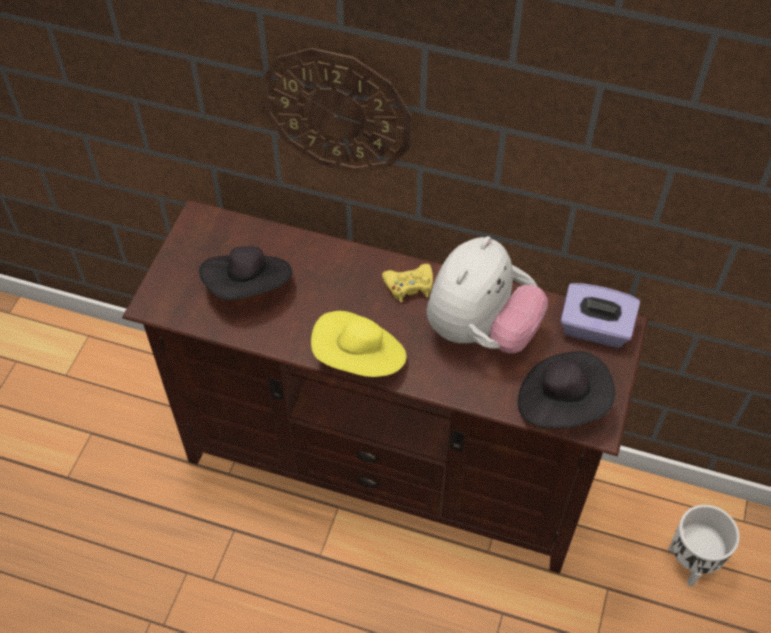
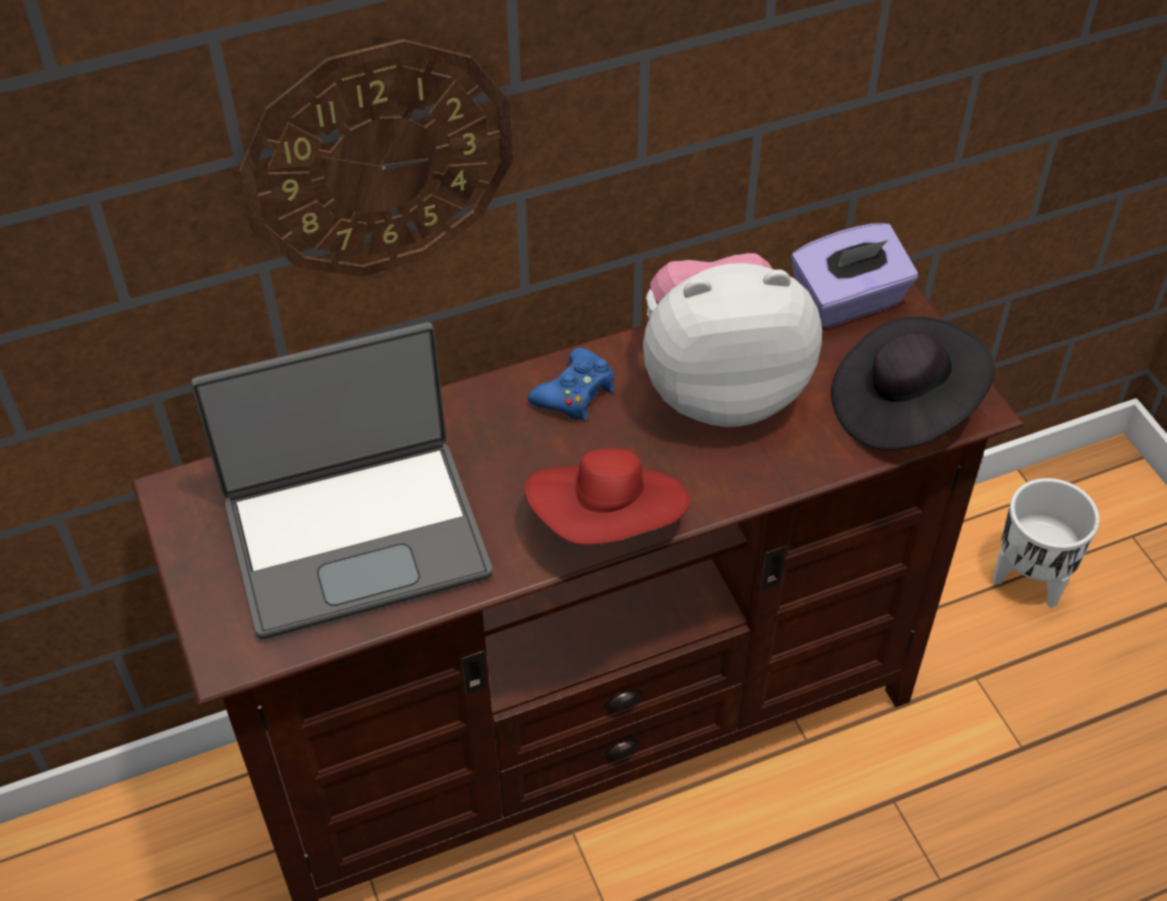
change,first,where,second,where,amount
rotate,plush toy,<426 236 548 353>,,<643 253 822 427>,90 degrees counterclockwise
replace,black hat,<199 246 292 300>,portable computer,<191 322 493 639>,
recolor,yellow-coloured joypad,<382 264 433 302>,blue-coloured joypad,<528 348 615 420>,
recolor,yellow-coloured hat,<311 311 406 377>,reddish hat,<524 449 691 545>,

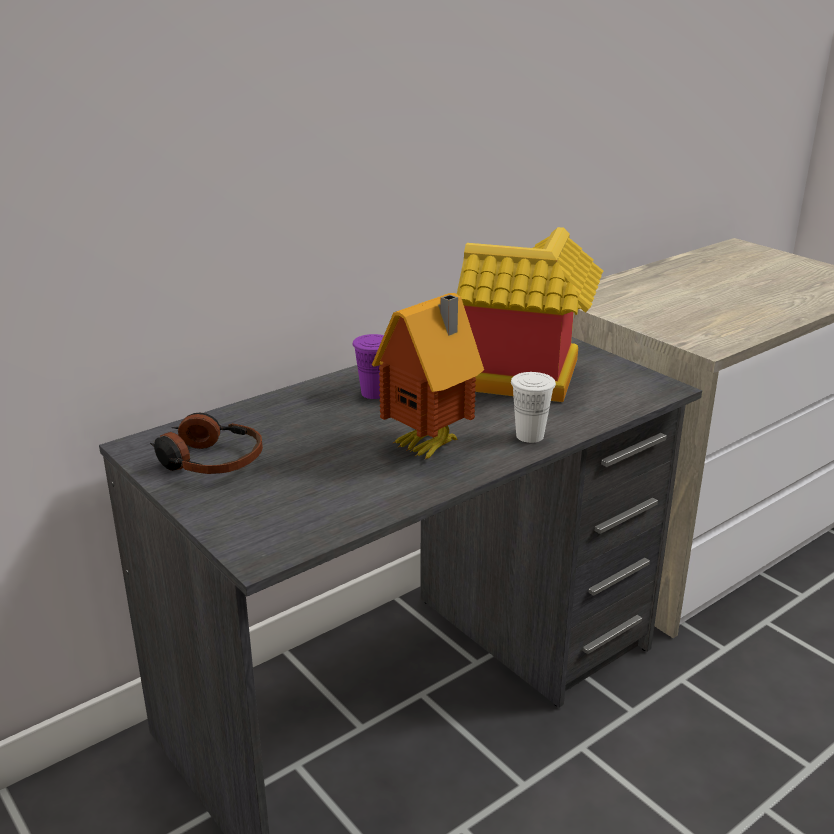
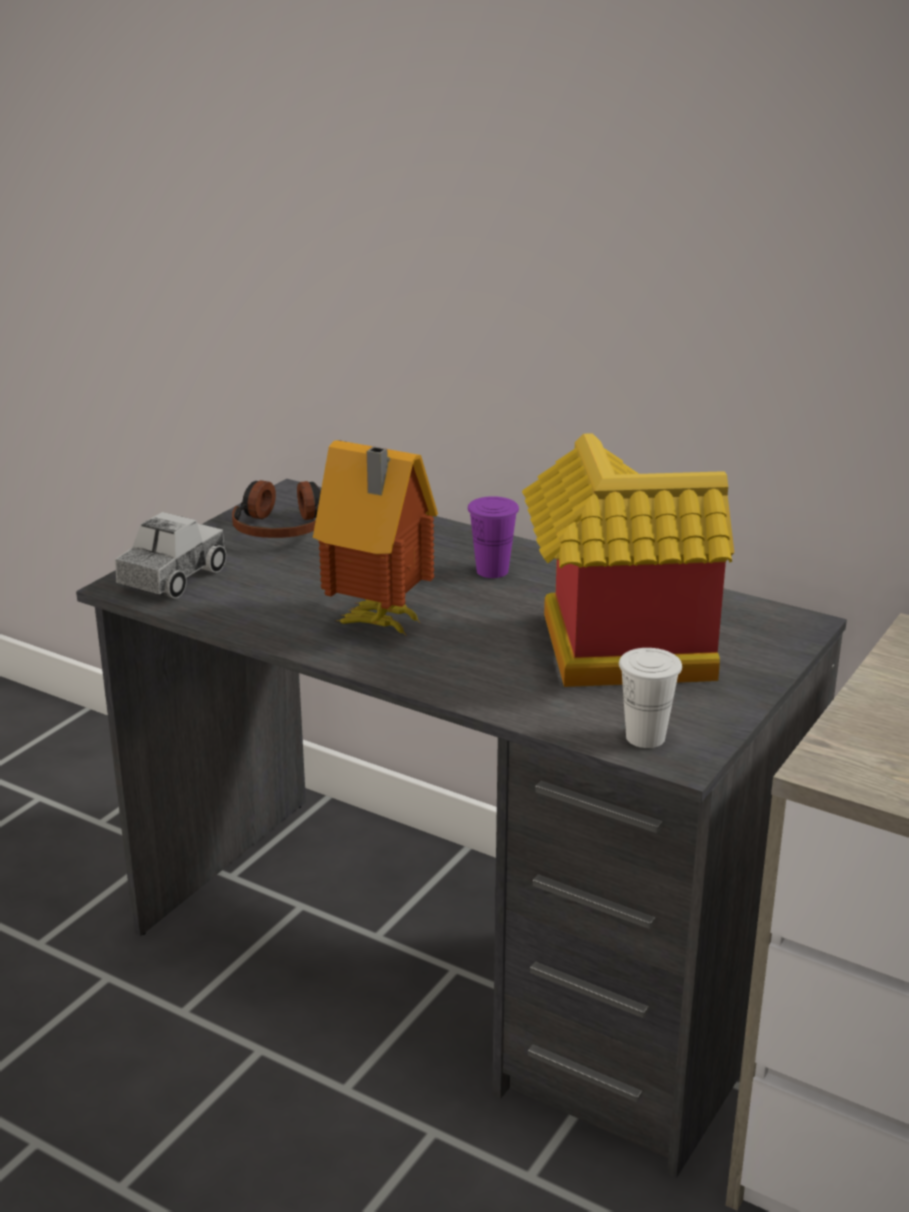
change,first,where,second,where,amount
move,whitish cup,<511 372 556 443>,,<619 648 682 748>,
insert,,,toy lorry,<115 512 226 598>,

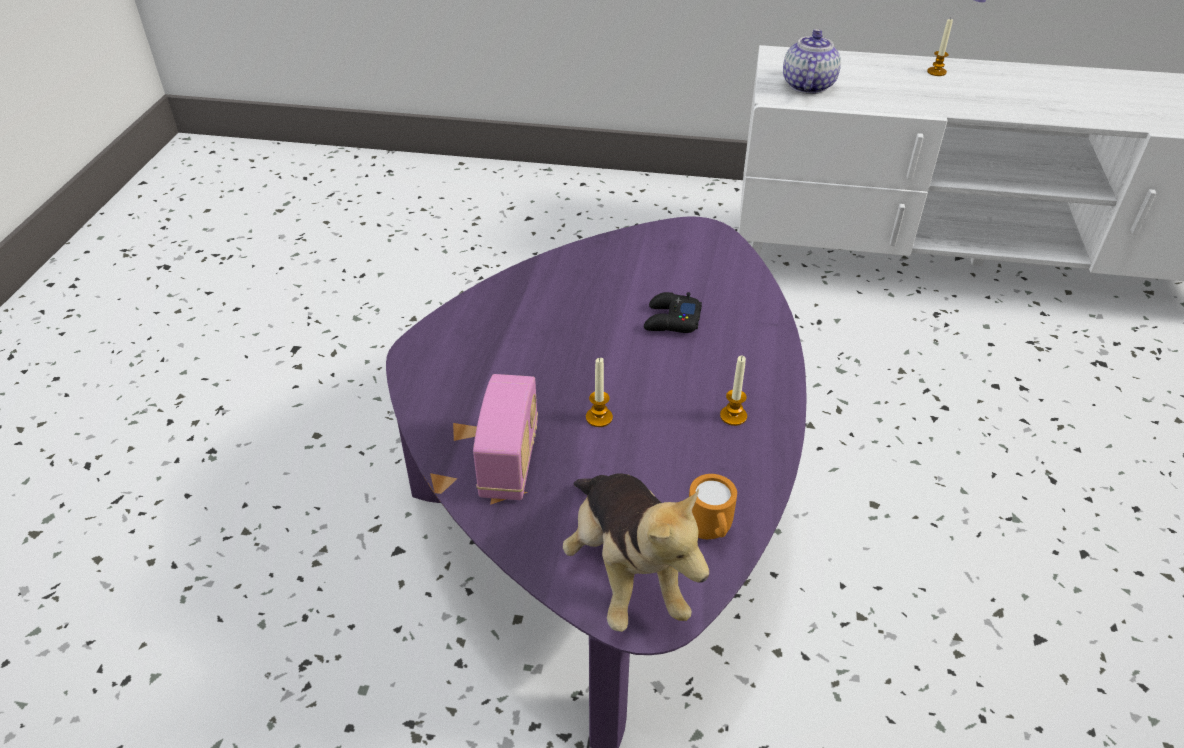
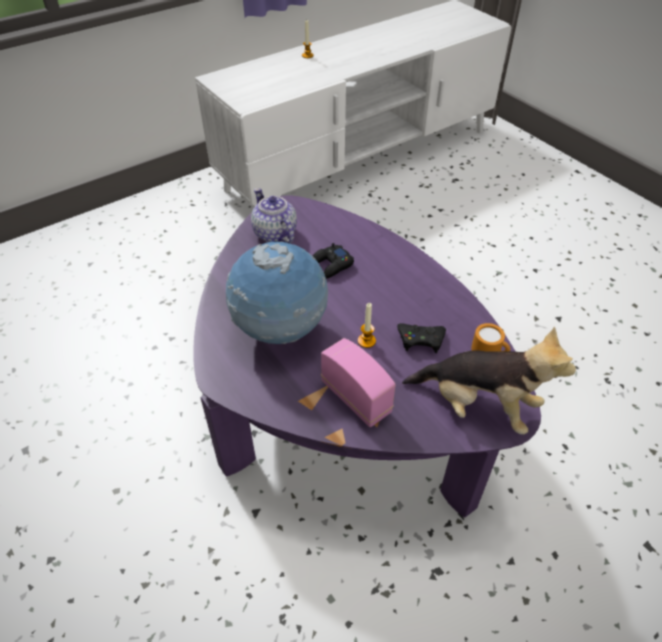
change,first,where,second,where,amount
move,teapot,<783 29 841 94>,,<251 188 297 243>,
delete,wax candle,<720 356 747 426>,,,
insert,,,desk globe,<226 242 328 344>,
insert,,,black joypad,<397 323 446 353>,

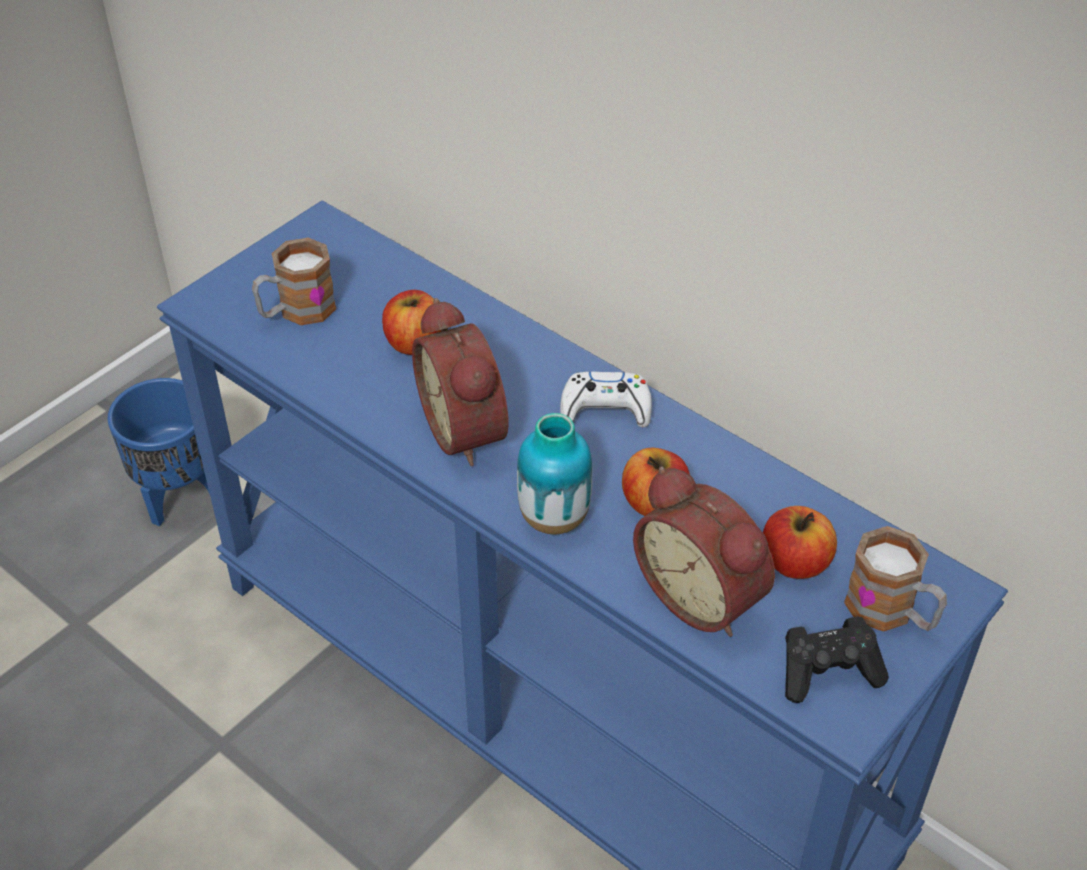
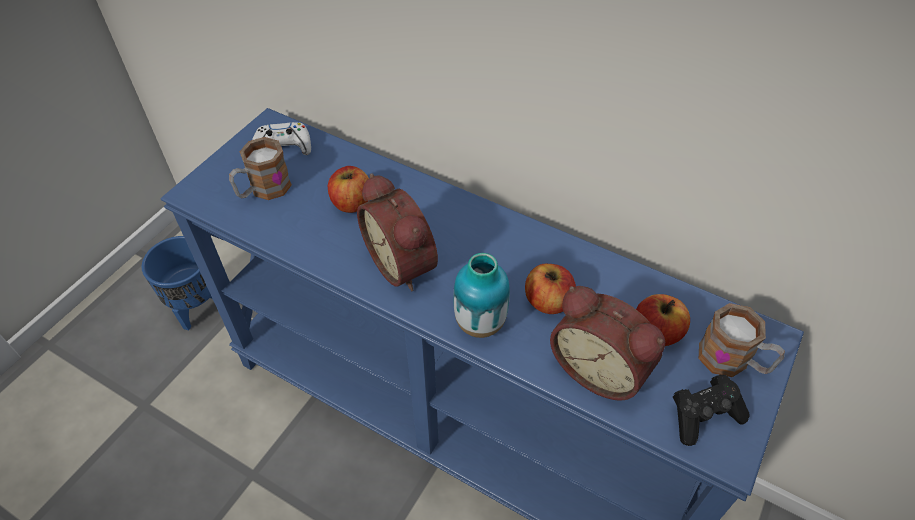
change,first,where,second,where,amount
move,whitish joypad,<560 371 652 428>,,<252 122 311 155>,

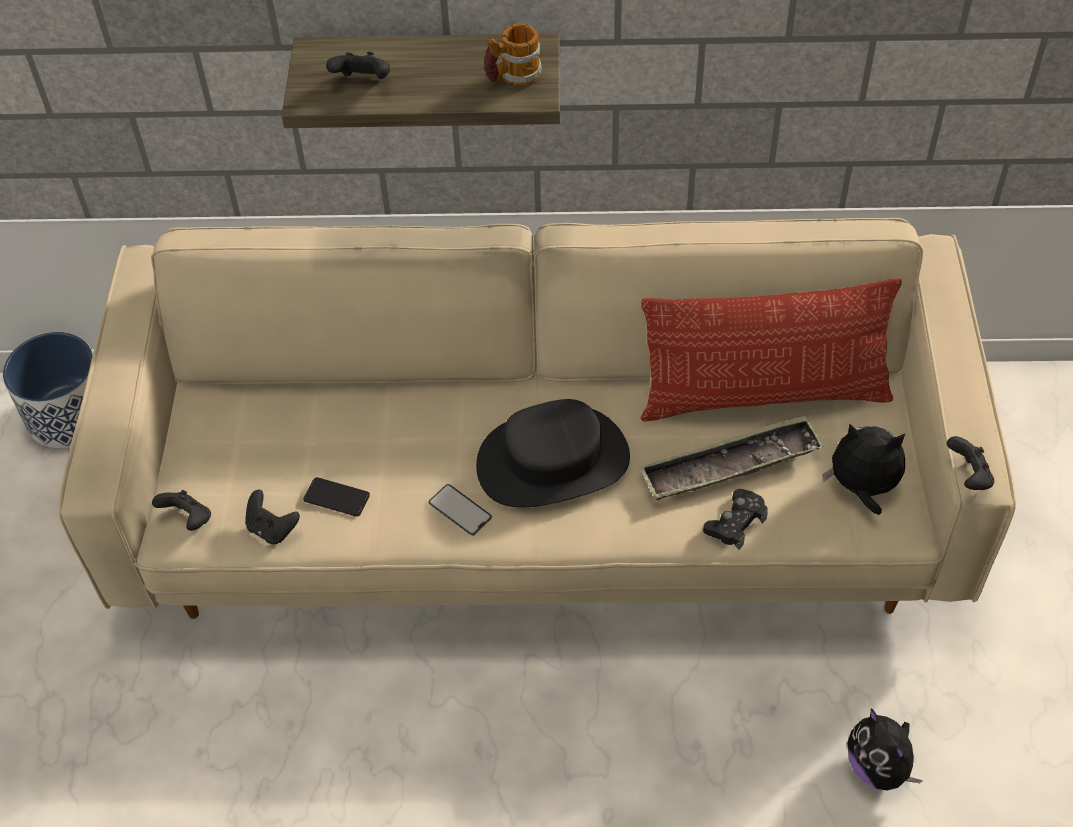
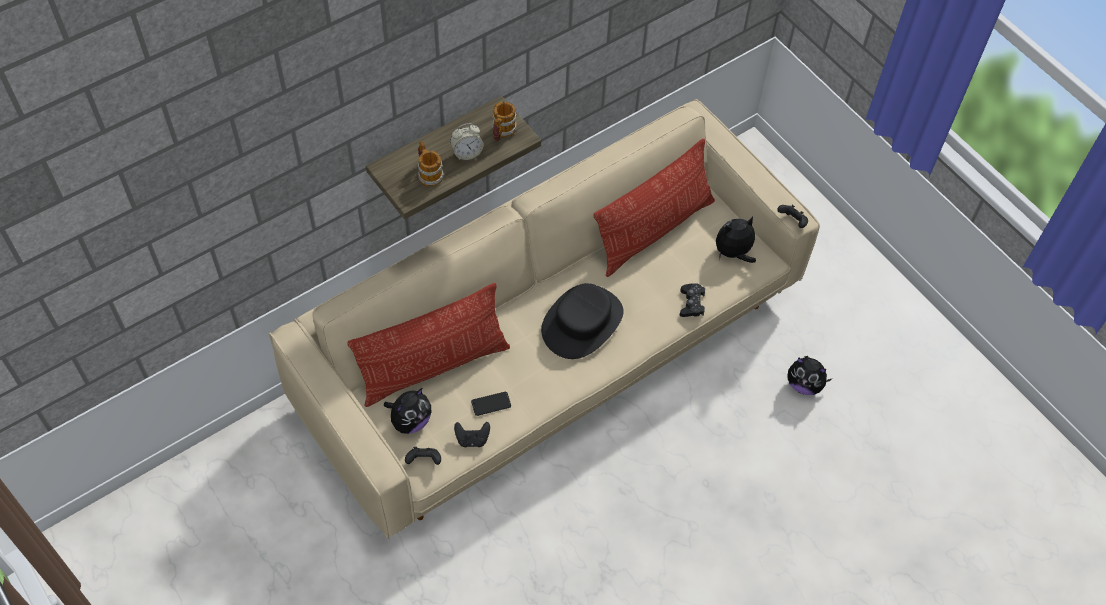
change,first,where,second,where,amount
replace,black joypad,<326 52 390 79>,mug,<417 141 444 187>,
delete,plant pot,<3 332 93 448>,,,
delete,tray,<639 415 824 500>,,,
delete,handset,<428 484 492 536>,,,
insert,,,bedside clock,<450 123 484 160>,
insert,,,throw pillow,<347 283 510 407>,
insert,,,plush toy,<384 388 431 434>,

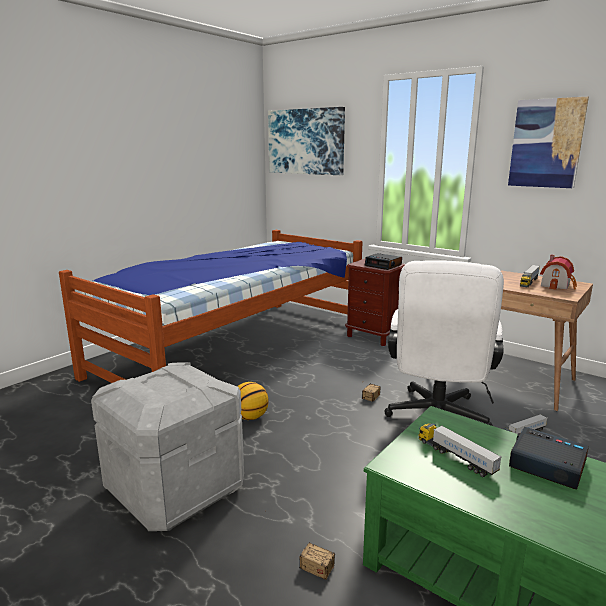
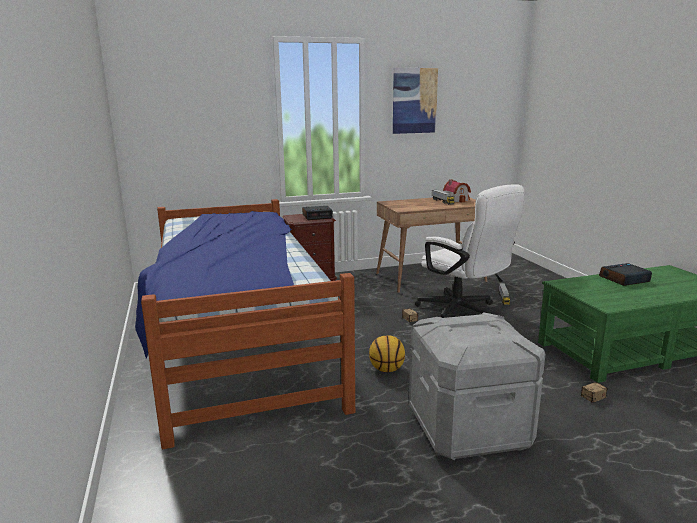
change,first,where,second,where,amount
delete,picture,<268 107 345 175>,,,
delete,toy lorry,<418 423 502 477>,,,

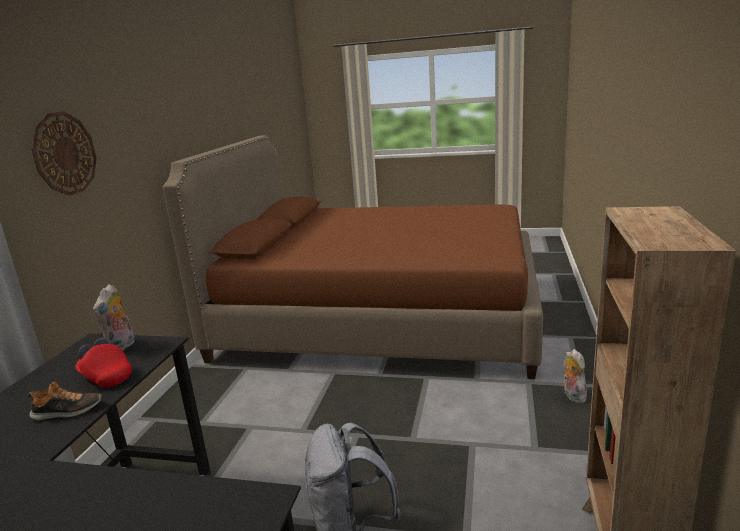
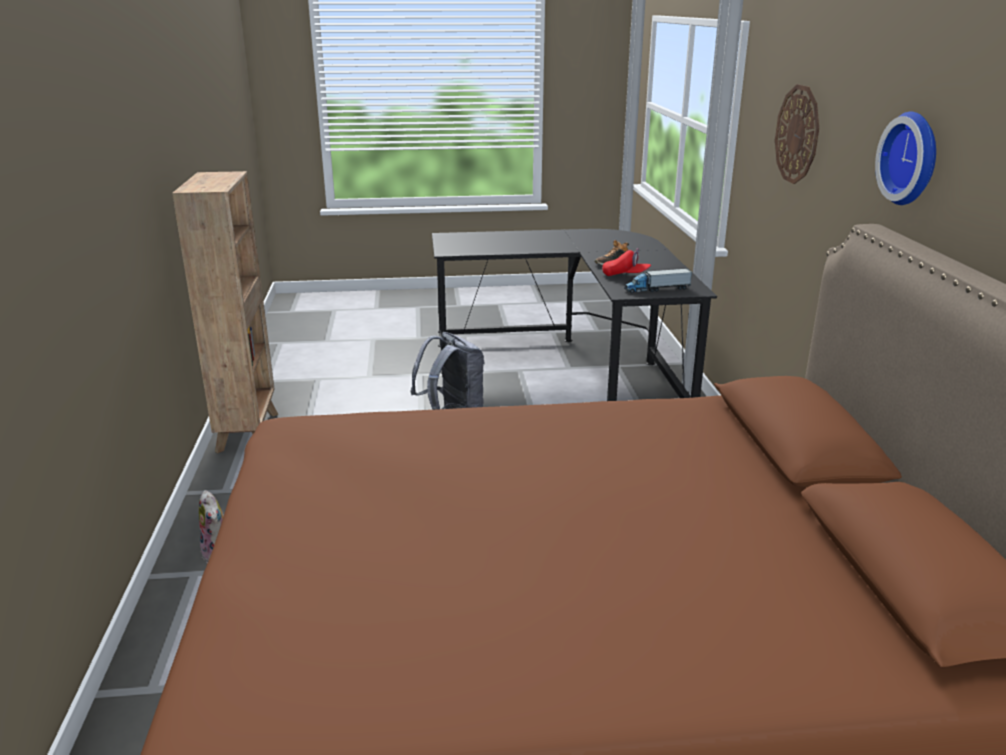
change,first,where,second,where,amount
replace,plush toy,<93 284 135 351>,toy lorry,<624 269 692 293>,
insert,,,clock on the wall,<875 112 936 205>,

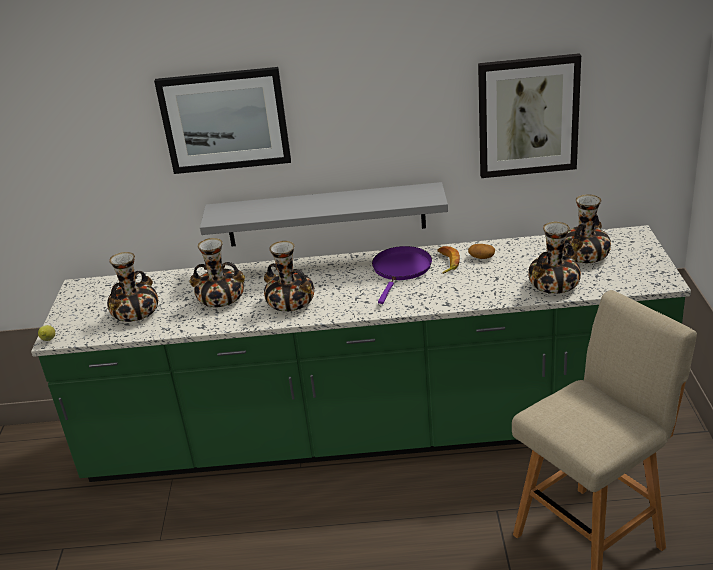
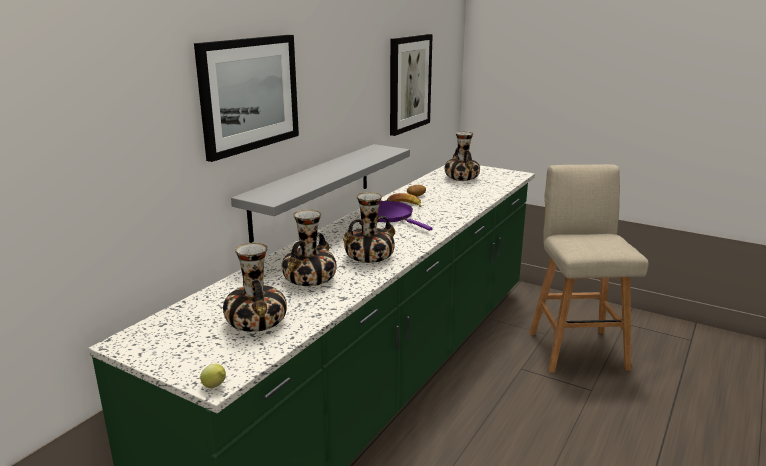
change,first,where,second,where,amount
delete,flower vase,<528 222 581 294>,,,

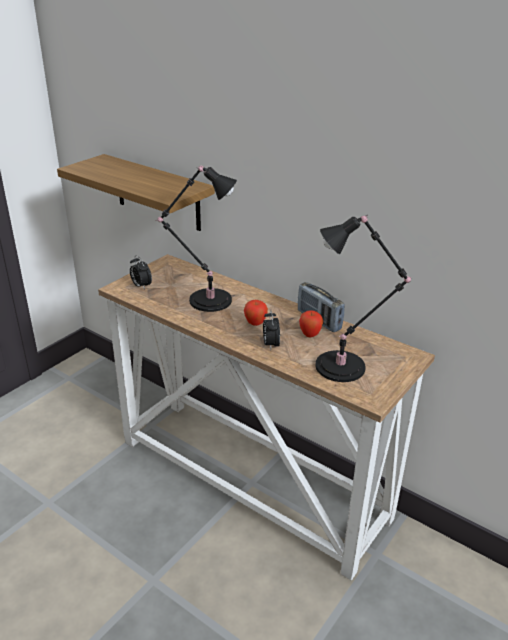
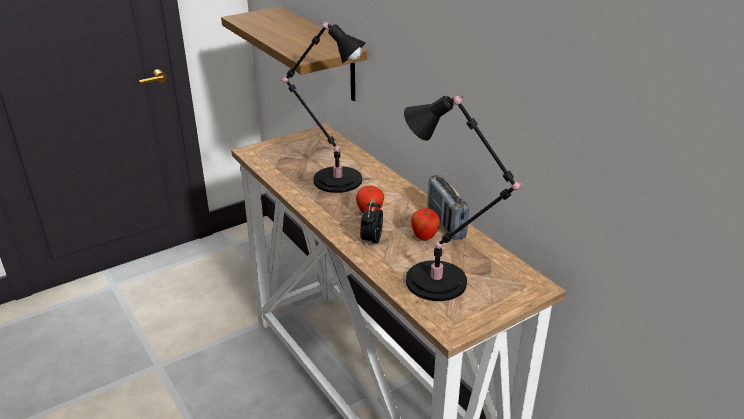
change,first,where,second,where,amount
delete,bedside clock,<130 255 152 289>,,,

